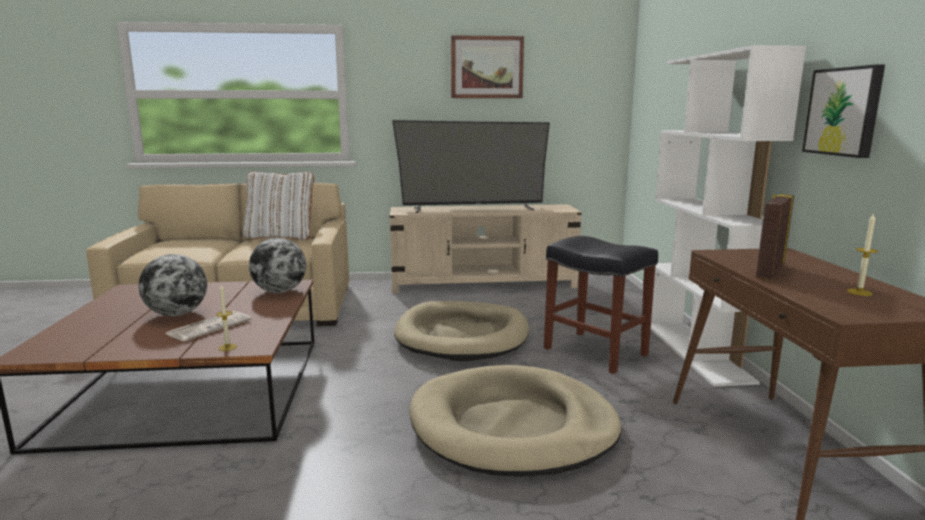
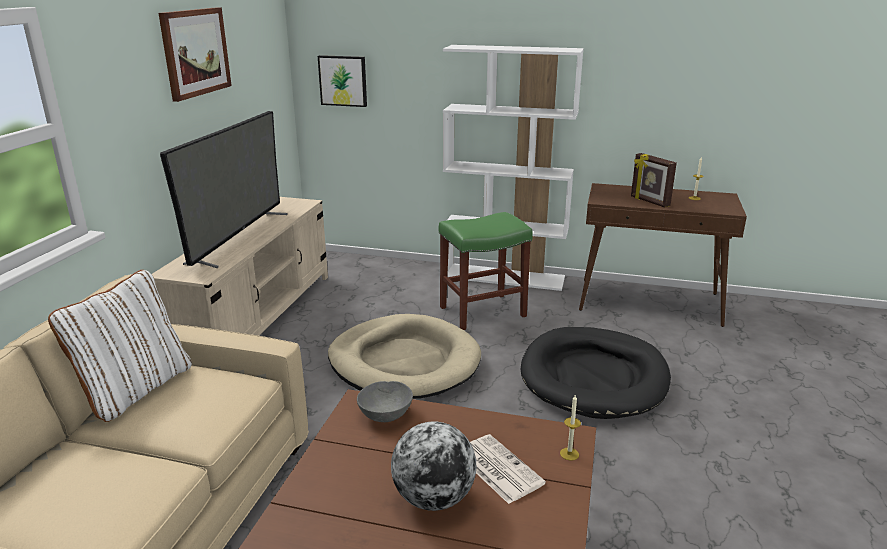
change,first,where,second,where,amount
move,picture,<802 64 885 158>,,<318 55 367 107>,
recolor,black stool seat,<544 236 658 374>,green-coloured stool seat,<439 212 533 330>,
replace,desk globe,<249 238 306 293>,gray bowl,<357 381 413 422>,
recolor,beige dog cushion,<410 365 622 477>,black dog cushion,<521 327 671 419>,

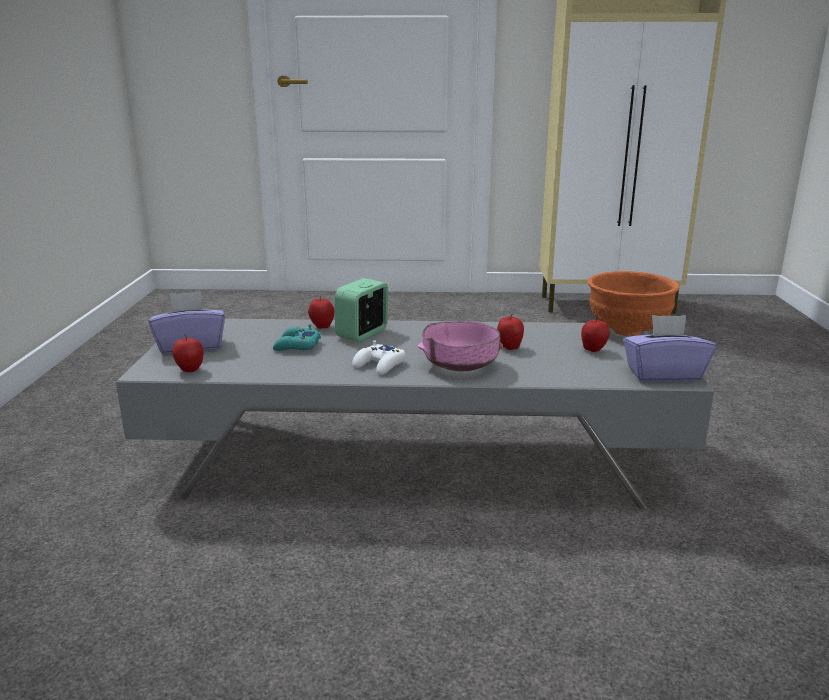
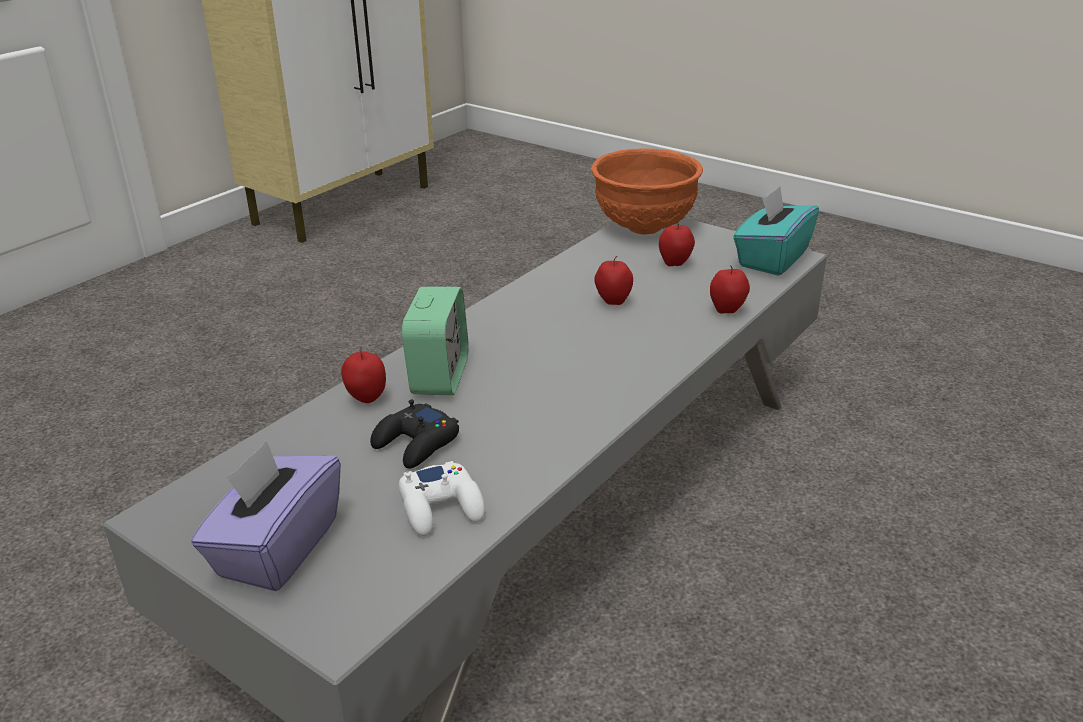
change,first,where,second,where,amount
rotate,bedside clock,<335 278 388 342>,,<402 286 469 395>,150 degrees counterclockwise
recolor,purple tissue holder,<623 315 716 382>,blue-green tissue holder,<733 187 819 276>,
delete,pink bowl,<418 321 503 371>,,,
recolor,blue-green joypad,<273 324 321 351>,black joypad,<370 399 459 469>,
move,apple fruit,<172 333 203 372>,,<710 265 750 314>,
move,whitish joypad,<352 340 406 375>,,<399 461 485 536>,

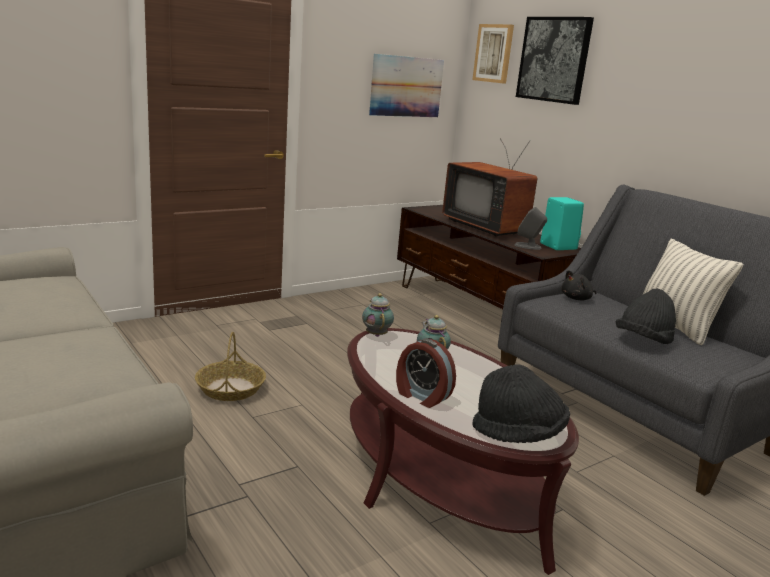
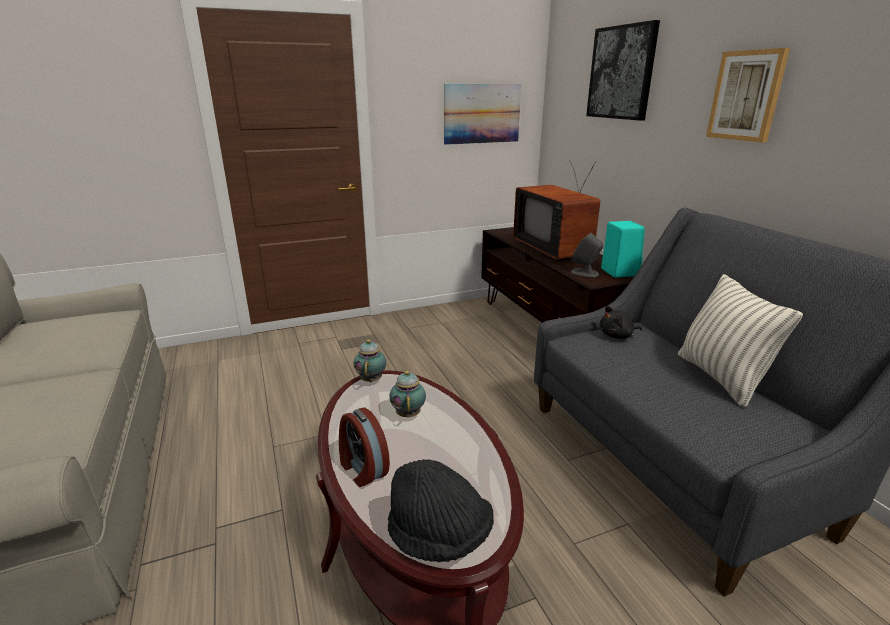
change,first,where,second,where,amount
move,picture,<472 24 514 84>,,<706 48 790 143>,
delete,black hat,<616 288 676 344>,,,
delete,household basket,<195 332 266 401>,,,

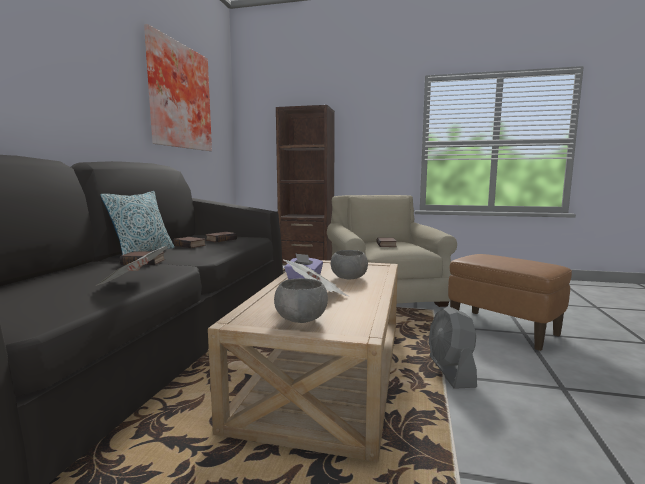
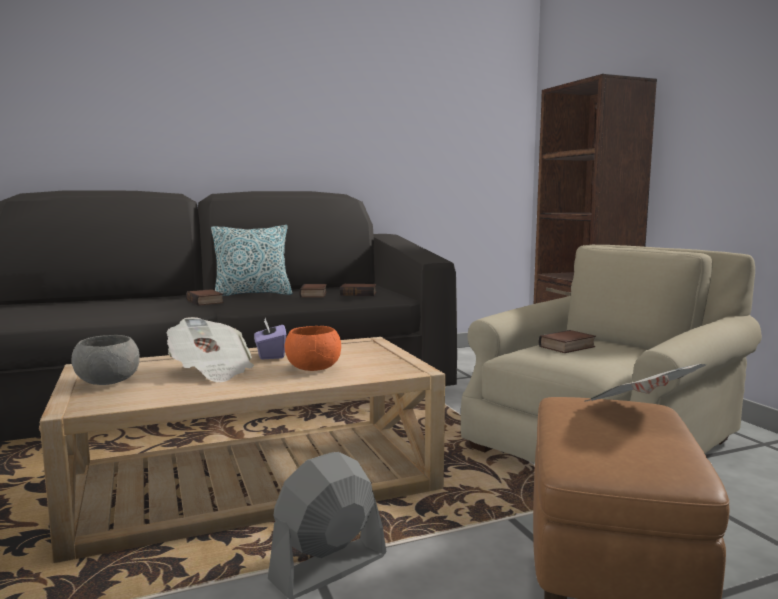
change,first,where,second,where,amount
delete,picture,<144 24 212 151>,,,
move,newspaper,<95 245 168 286>,,<585 363 707 401>,
recolor,gray bowl,<331 250 368 279>,orange bowl,<284 326 341 371>,

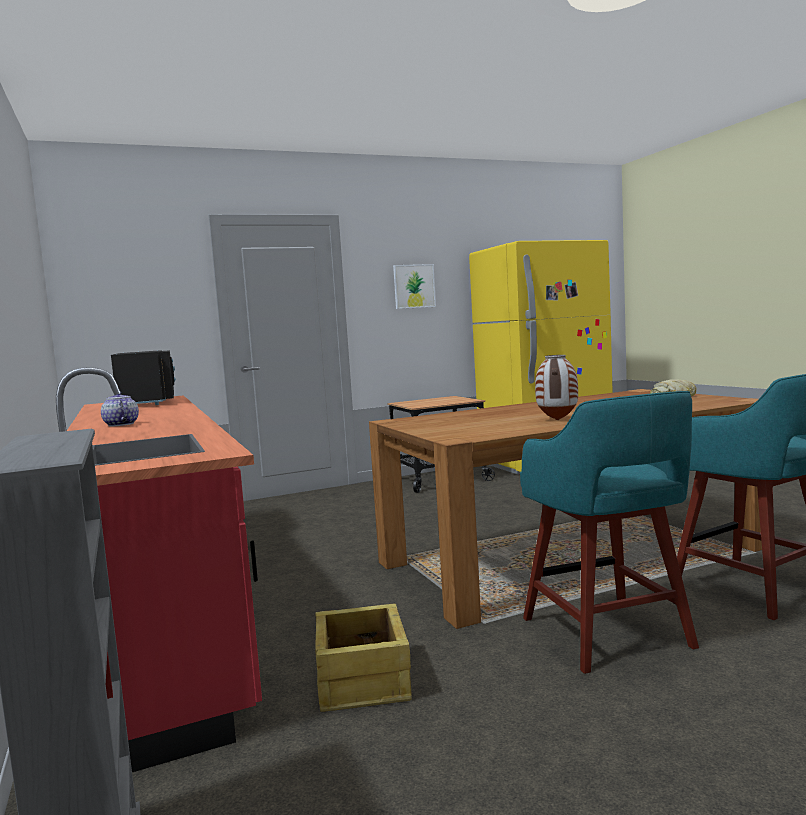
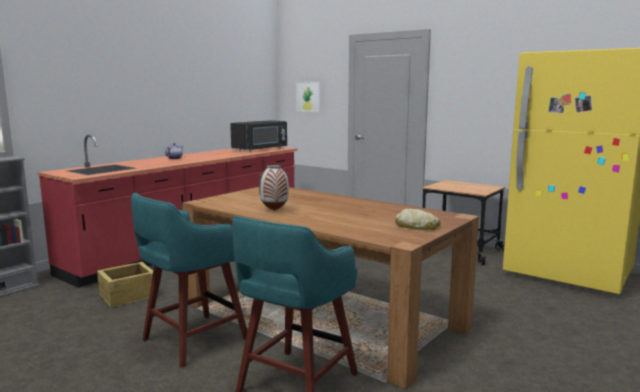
change,first,where,second,where,amount
move,picture,<393 264 436 309>,,<296 82 320 112>,

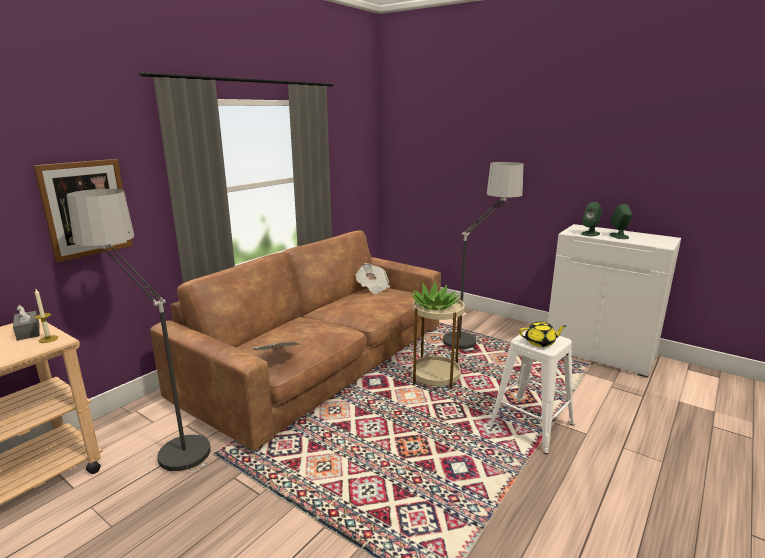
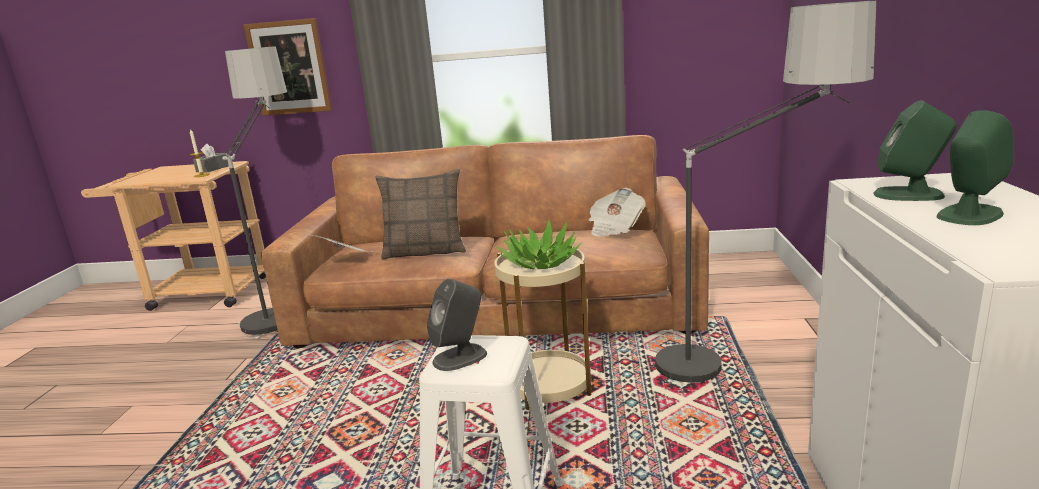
change,first,where,second,where,amount
replace,yellow-coloured teapot,<519 321 566 347>,gray audio speaker,<427 279 487 371>,
insert,,,throw pillow,<375 169 466 260>,

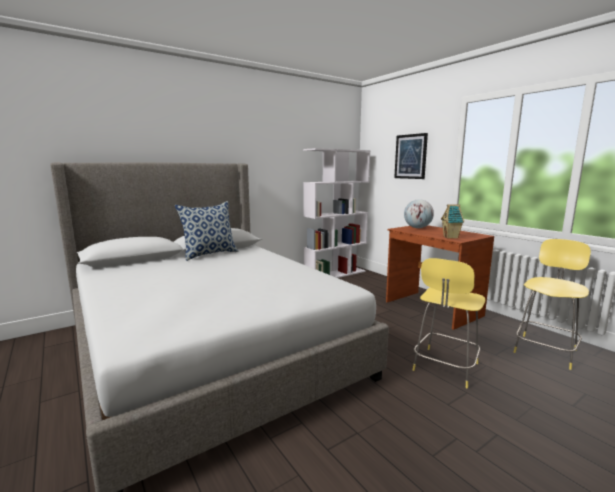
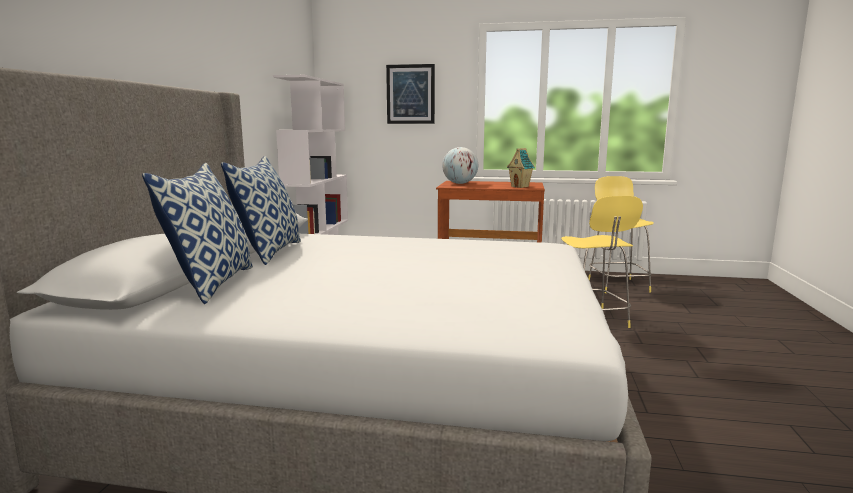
change,first,where,second,where,amount
insert,,,throw pillow,<142 163 253 304>,

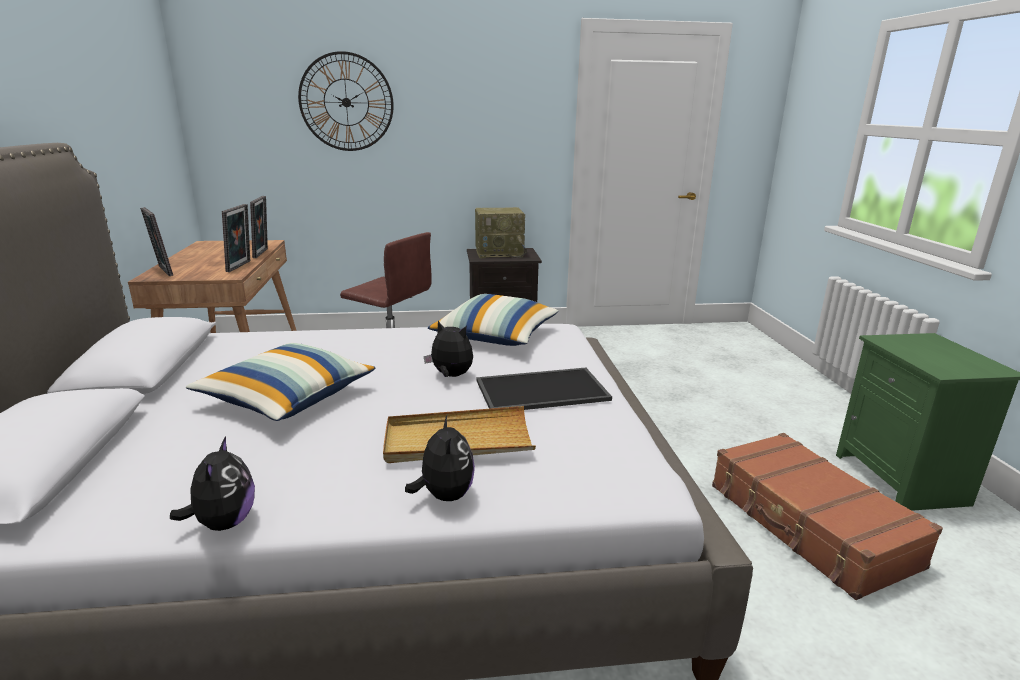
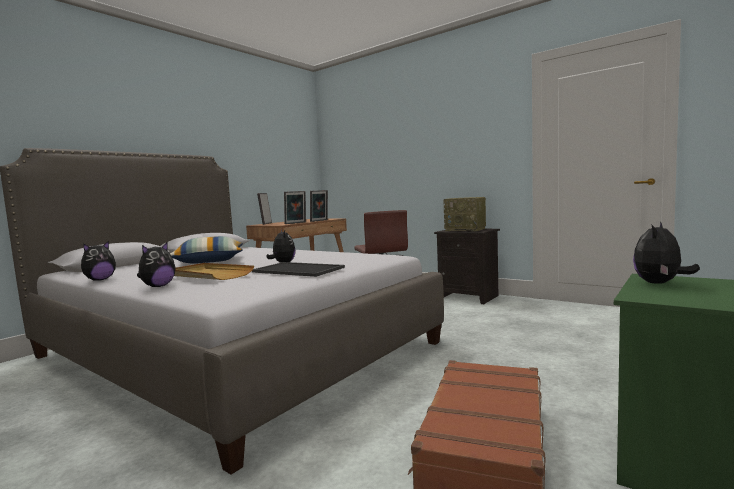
change,first,where,second,where,amount
delete,clock on the wall,<298 51 394 151>,,,
delete,throw pillow,<428 294 558 346>,,,
insert,,,plush toy,<633 221 700 284>,

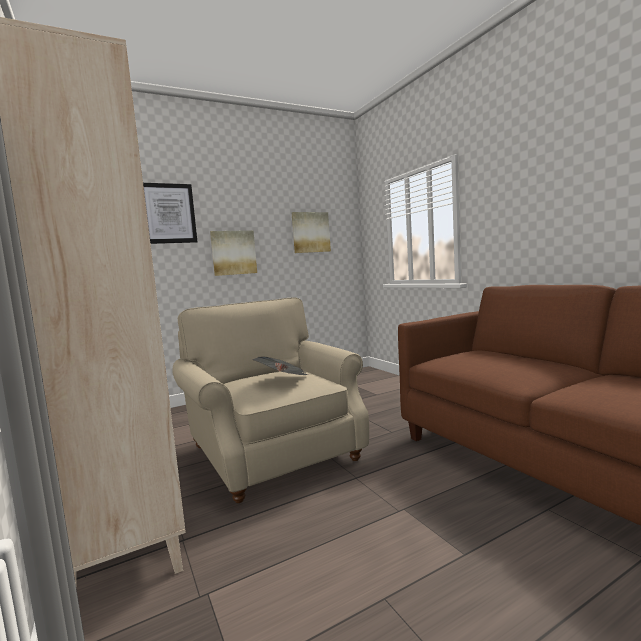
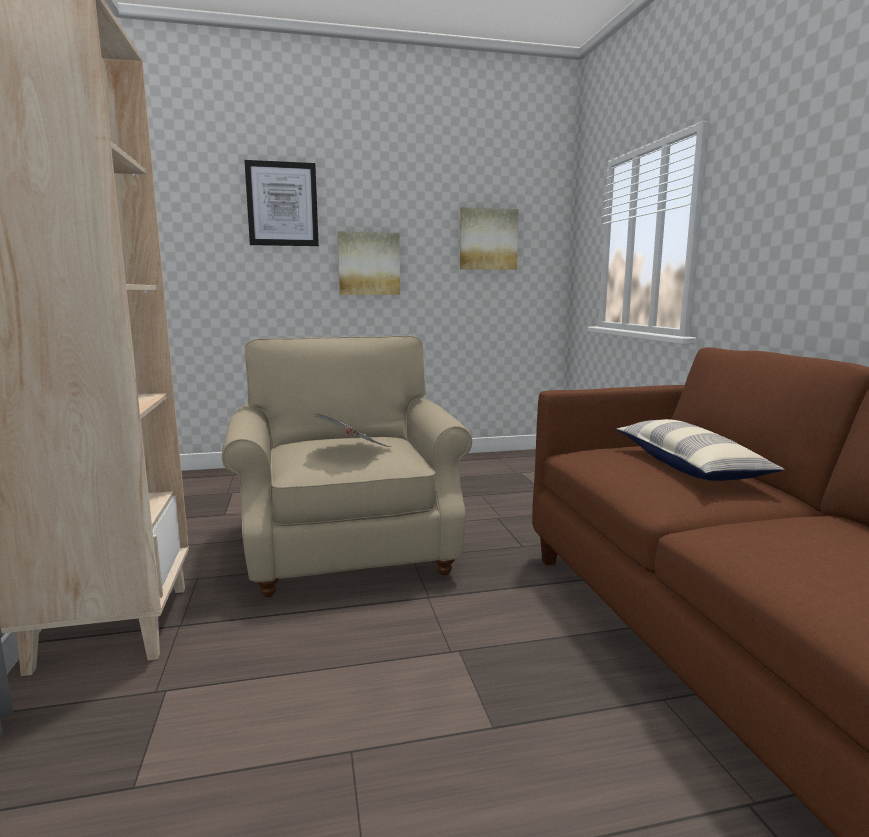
change,first,where,second,where,amount
insert,,,throw pillow,<616 419 785 481>,

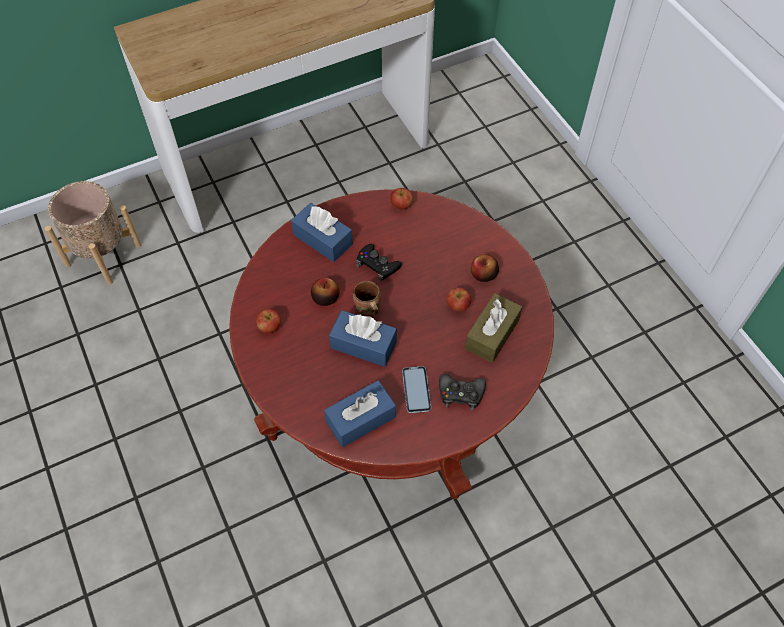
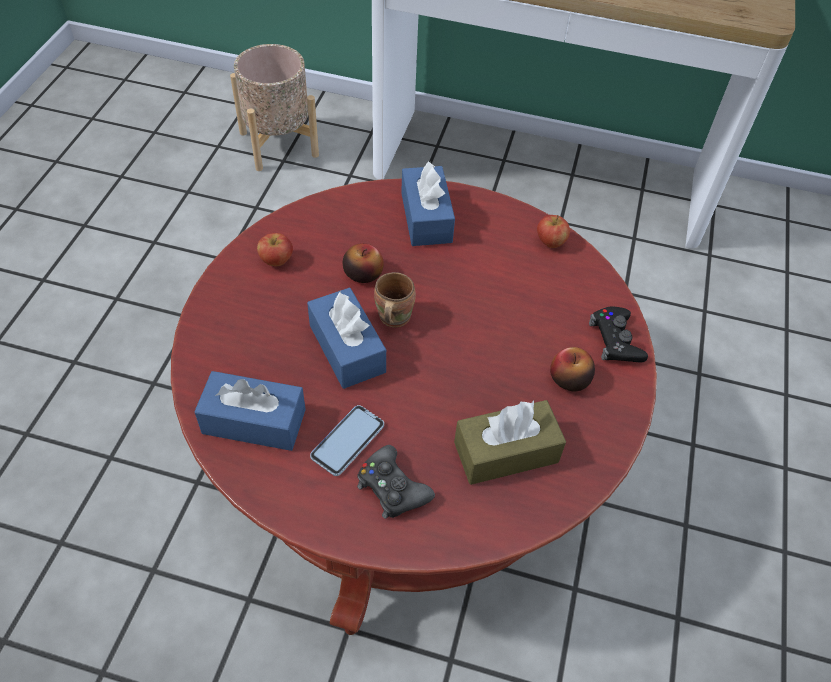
change,first,where,second,where,amount
move,black joypad,<356 244 402 281>,,<589 307 648 362>,
delete,apple fruit,<447 288 471 311>,,,

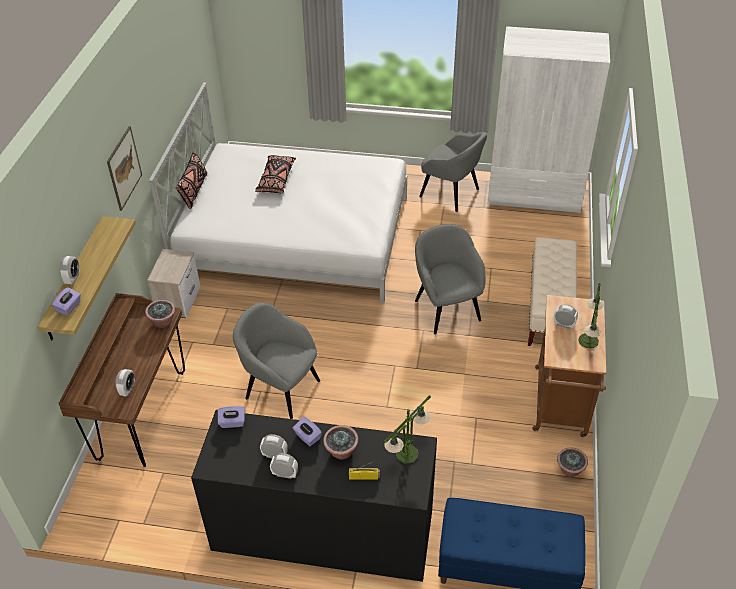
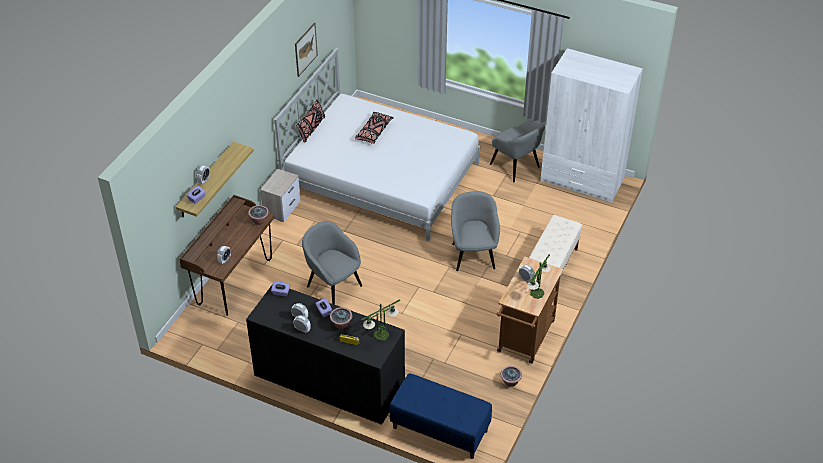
change,first,where,second,where,amount
move,picture,<107 126 142 211>,,<295 23 318 77>,

